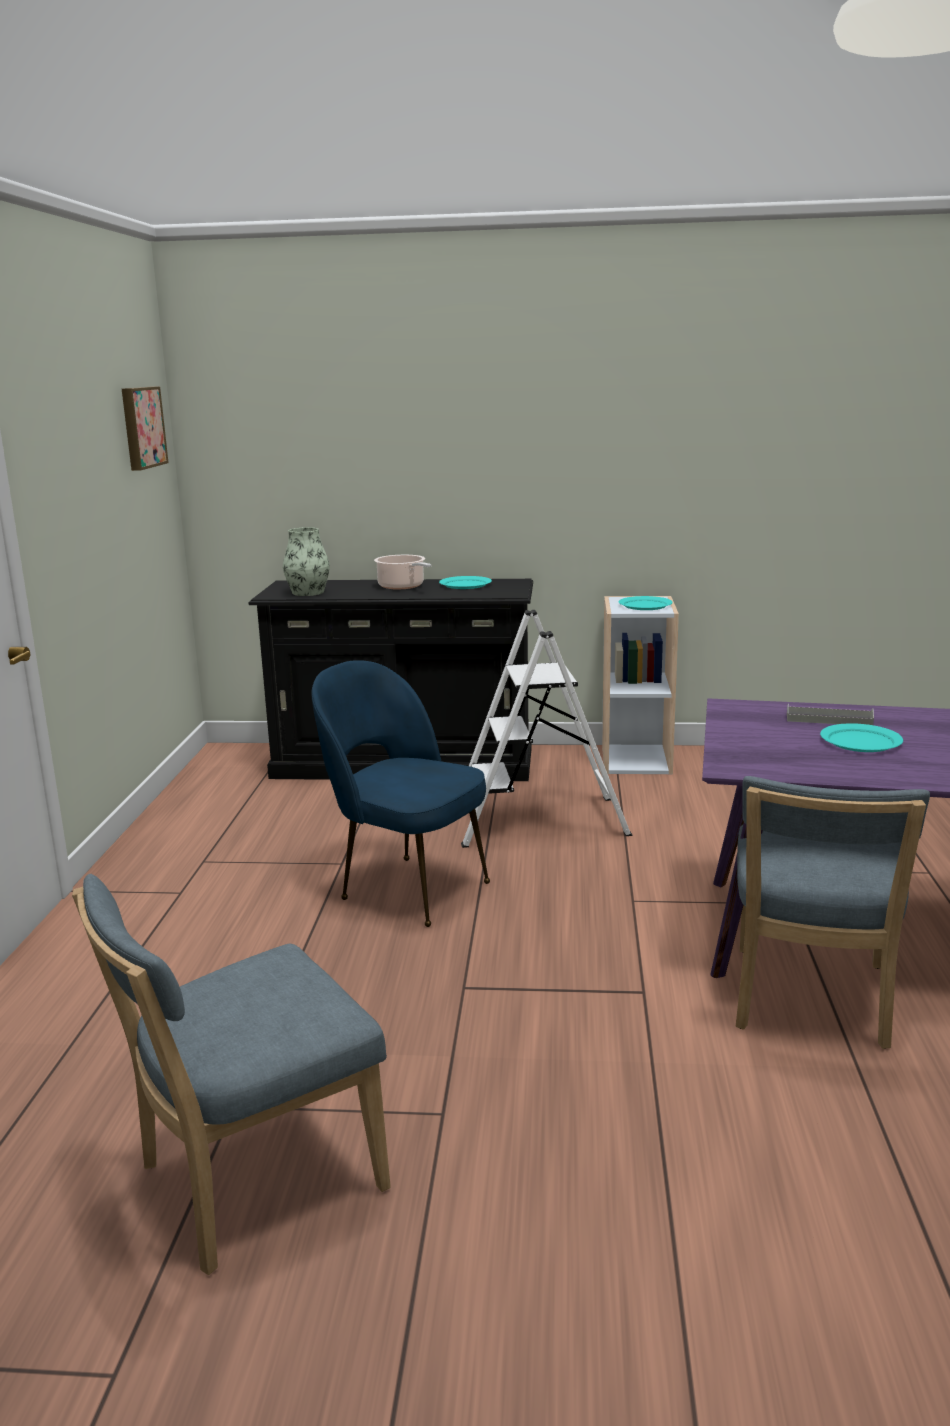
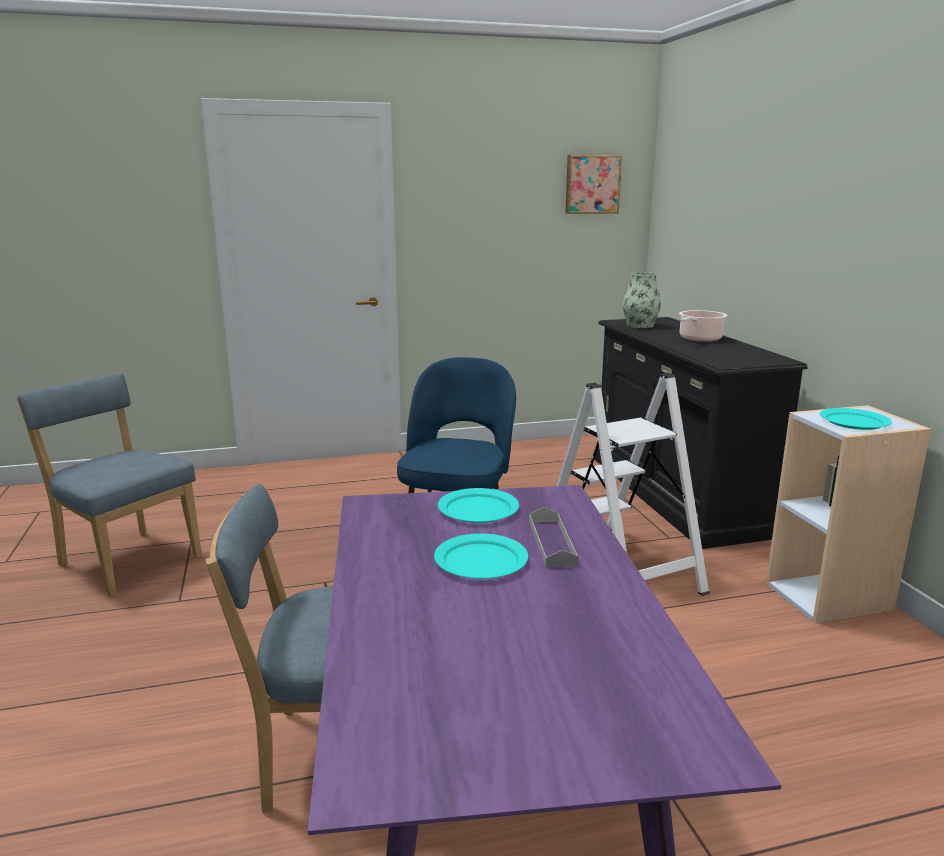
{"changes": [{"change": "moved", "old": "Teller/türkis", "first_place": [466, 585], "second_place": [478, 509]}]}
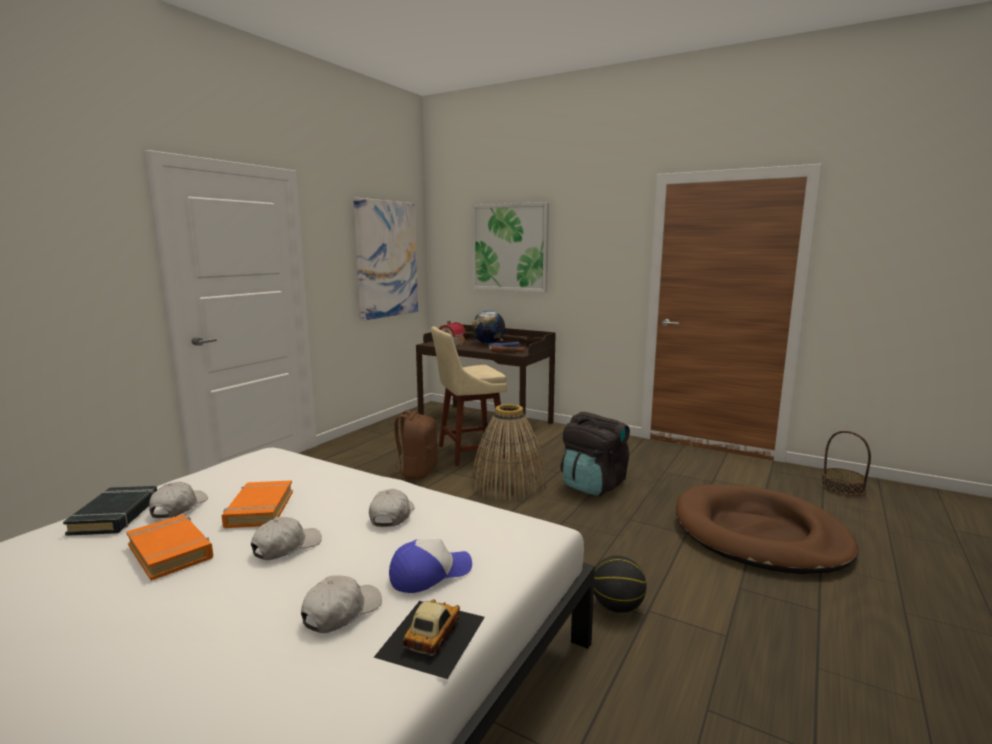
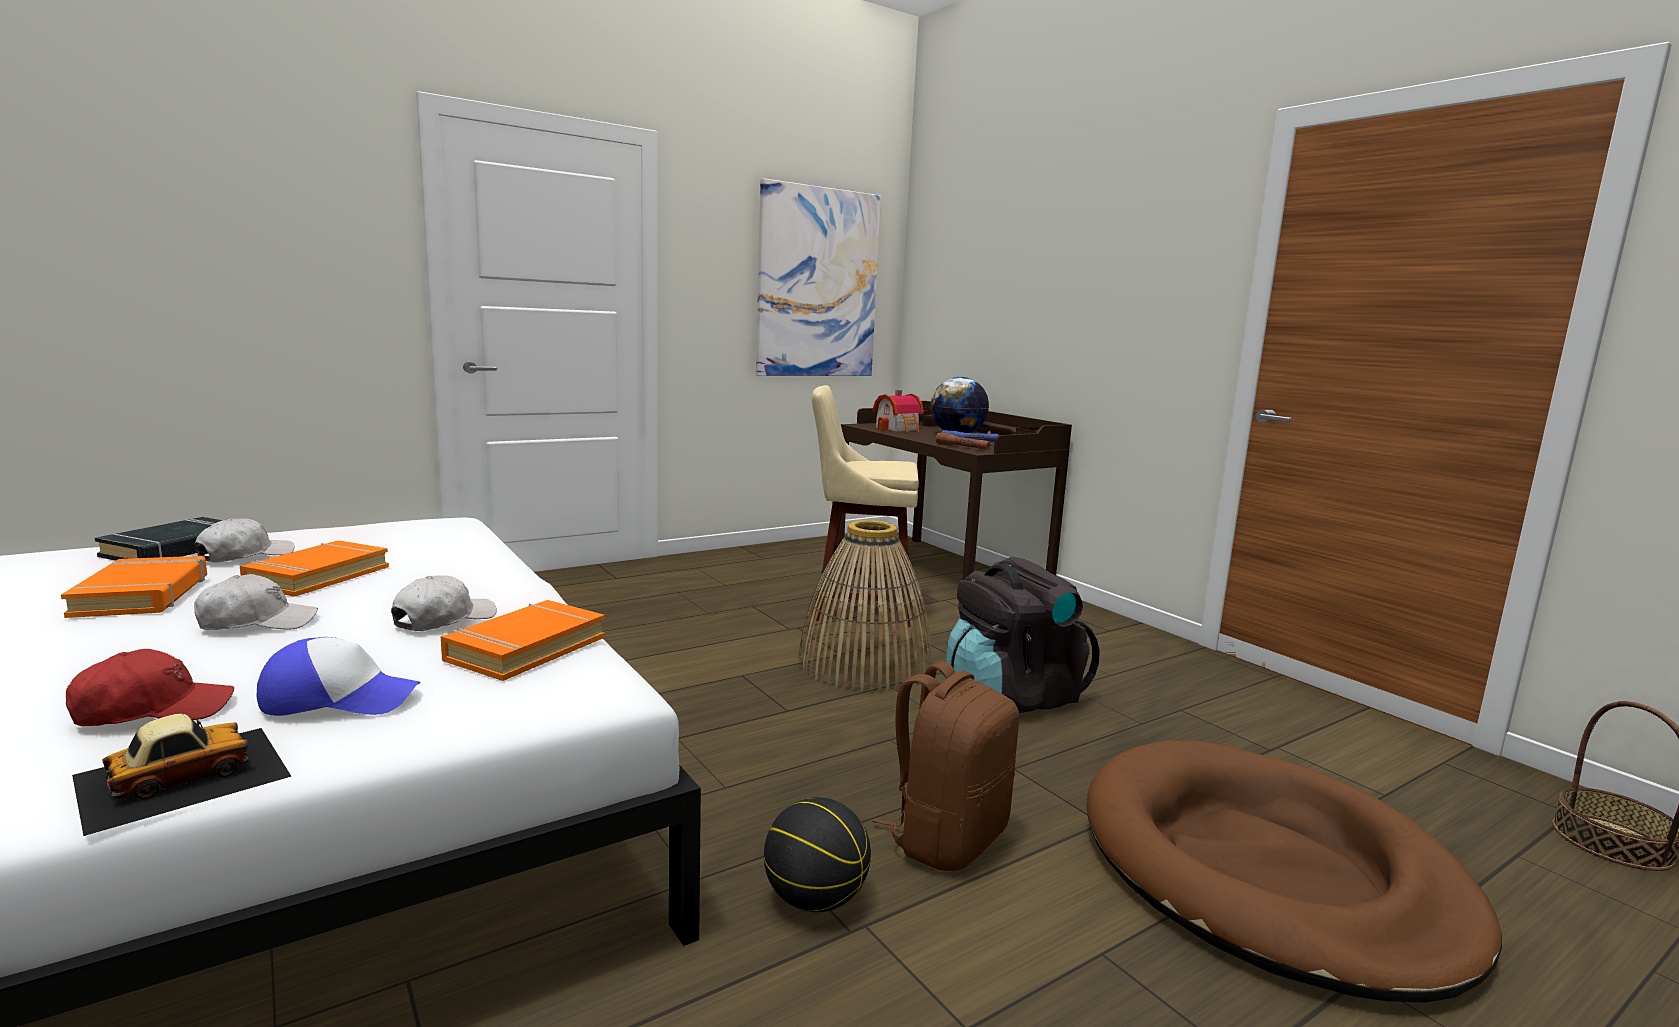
{"changes": [{"change": "removed", "old": "Bild", "first_place": [509, 247]}, {"change": "moved", "old": "Rucksack/braun", "first_place": [417, 472], "second_place": [946, 838]}, {"change": "recoloured", "old": "Kappe/weiß", "new": "Kappe/rot", "first_place": [341, 612], "second_place": [153, 710]}, {"change": "added", "new": "Buch/orange", "second_place": [525, 648]}]}
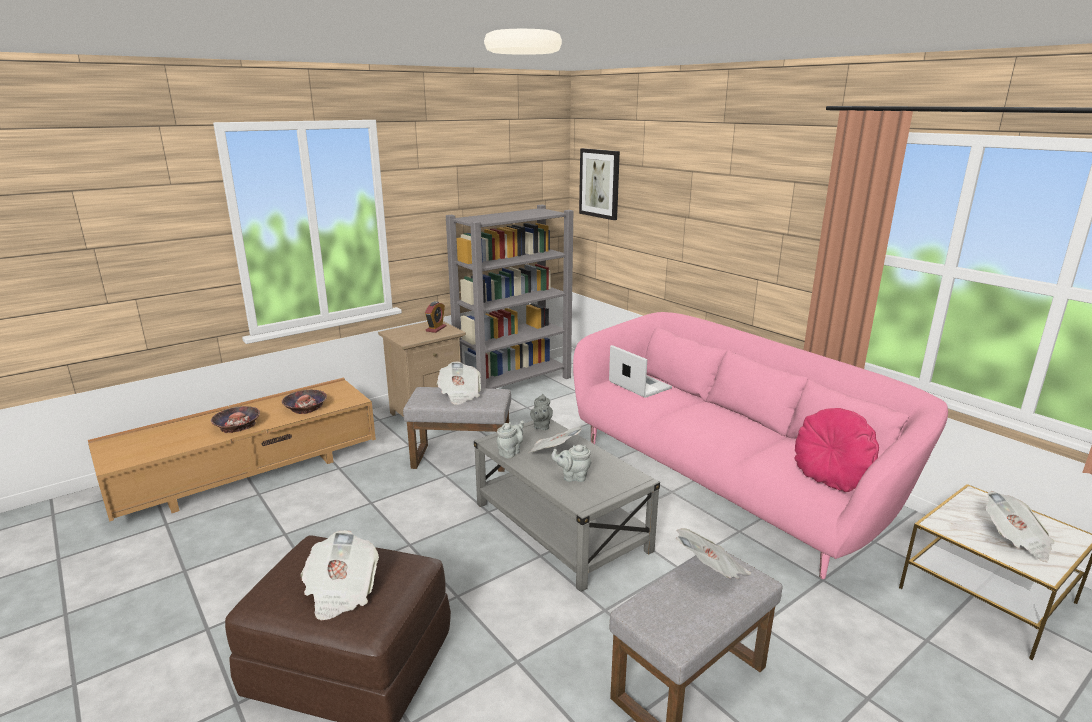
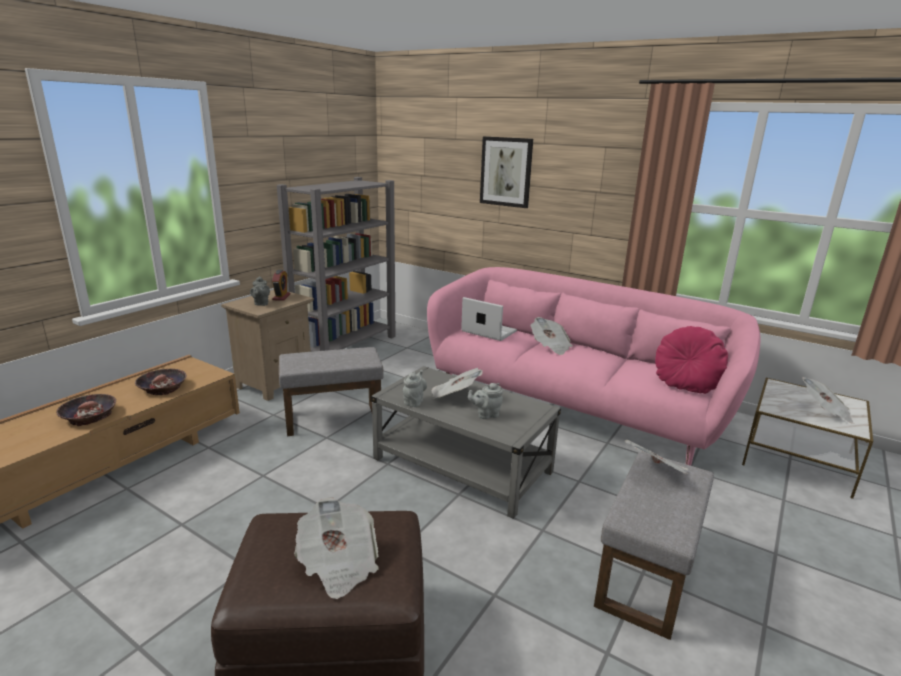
{"changes": [{"change": "moved", "old": "Bild", "first_place": [600, 183], "second_place": [506, 172]}, {"change": "moved", "old": "Zeitung", "first_place": [459, 394], "second_place": [550, 346]}, {"change": "moved", "old": "Teekanne/grau", "first_place": [541, 426], "second_place": [261, 303]}]}
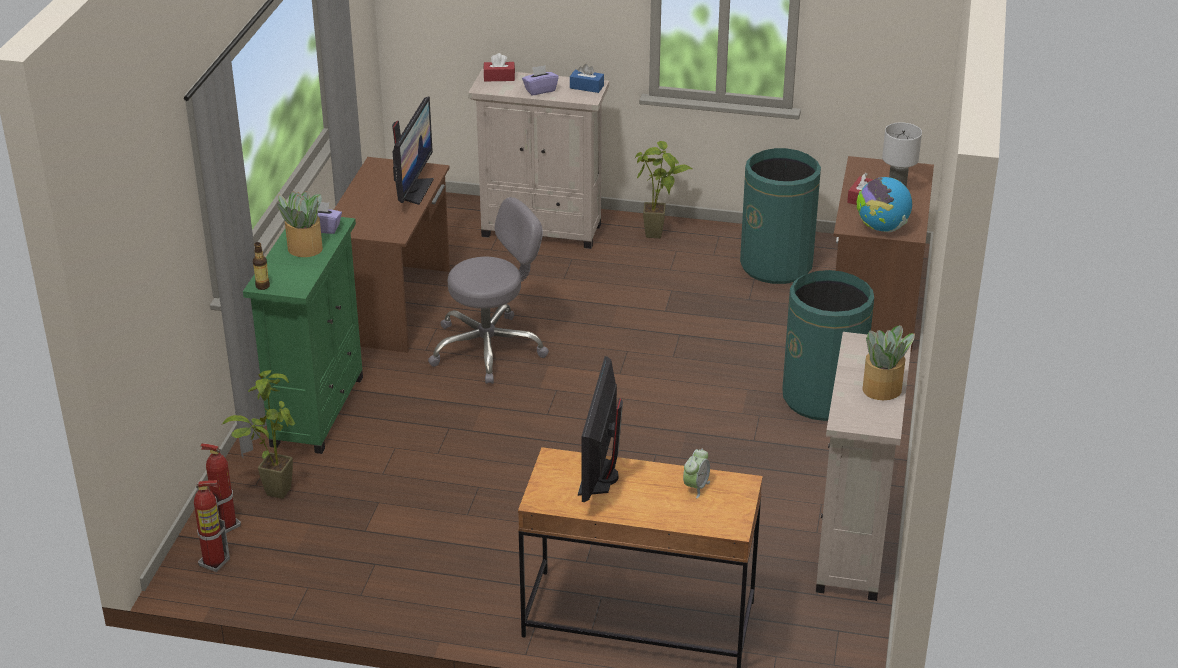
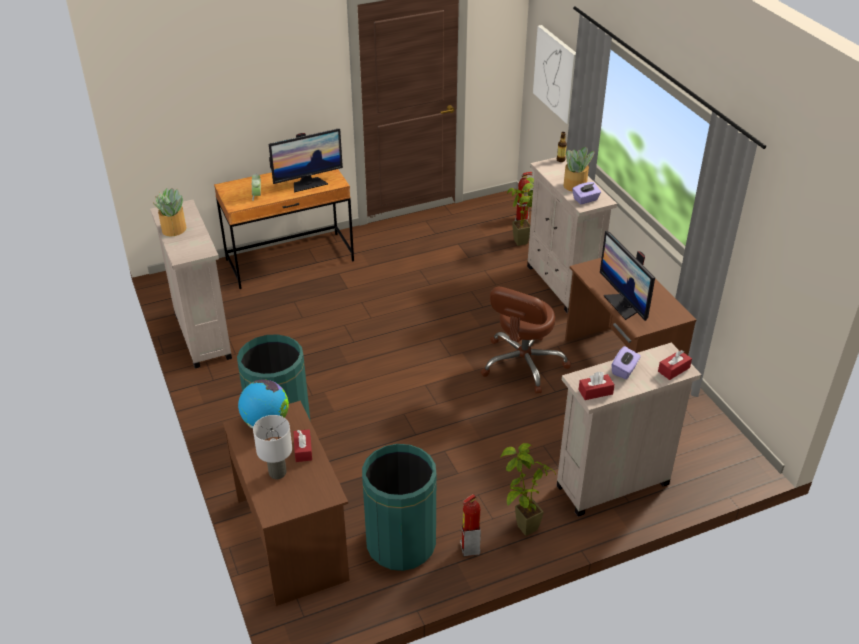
{"changes": [{"change": "recoloured", "old": "Taschentuchbox/blau", "new": "Taschentuchbox/rot", "first_place": [586, 87], "second_place": [595, 392]}, {"change": "recoloured", "old": "Bürostuhl/grau", "new": "Bürostuhl/braun", "first_place": [492, 347], "second_place": [522, 366]}, {"change": "recoloured", "old": "Schrank/grün", "new": "Schrank/beige", "first_place": [316, 410], "second_place": [563, 285]}, {"change": "turned", "old": "Monitor", "first_place": [600, 476], "second_place": [308, 184], "degrees": 90}, {"change": "moved", "old": "Feuerlöscher", "first_place": [215, 563], "second_place": [469, 548]}, {"change": "added", "new": "Bild", "second_place": [556, 74]}]}
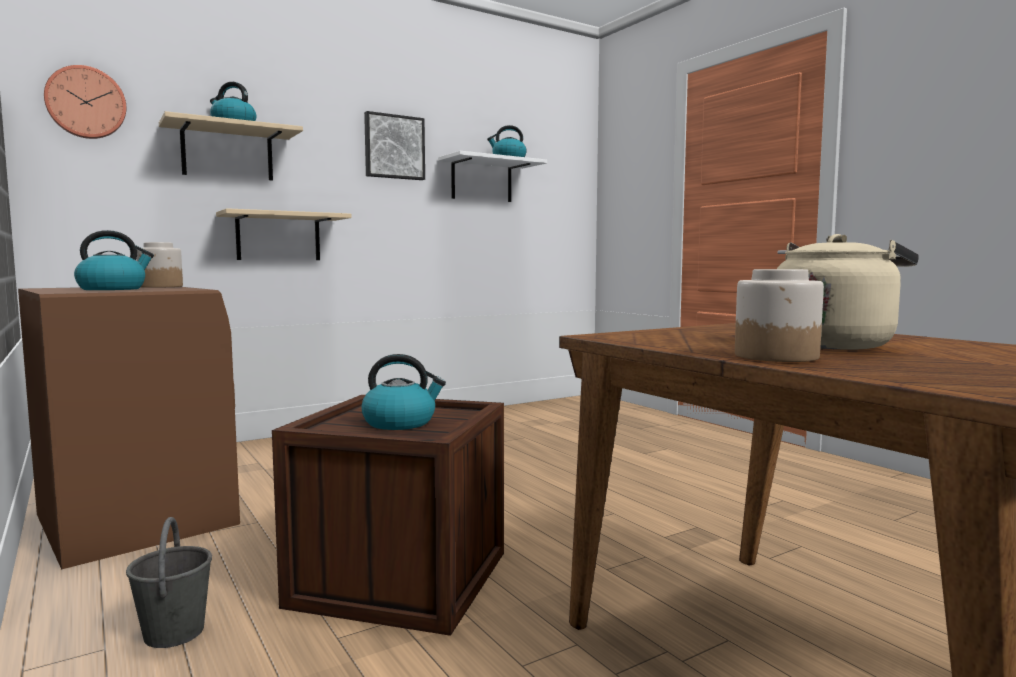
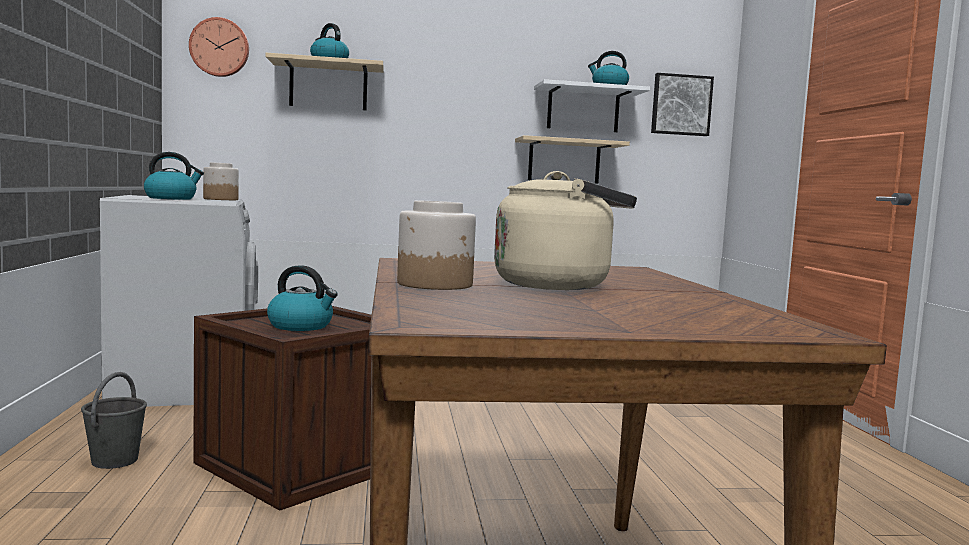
{"changes": [{"change": "moved", "old": "Bild", "first_place": [394, 147], "second_place": [680, 105]}, {"change": "moved", "old": "Wandregal/beige", "first_place": [278, 237], "second_place": [564, 161]}, {"change": "recoloured", "old": "Waschmaschine/braun", "new": "Waschmaschine/weiß", "first_place": [140, 518], "second_place": [186, 386]}]}
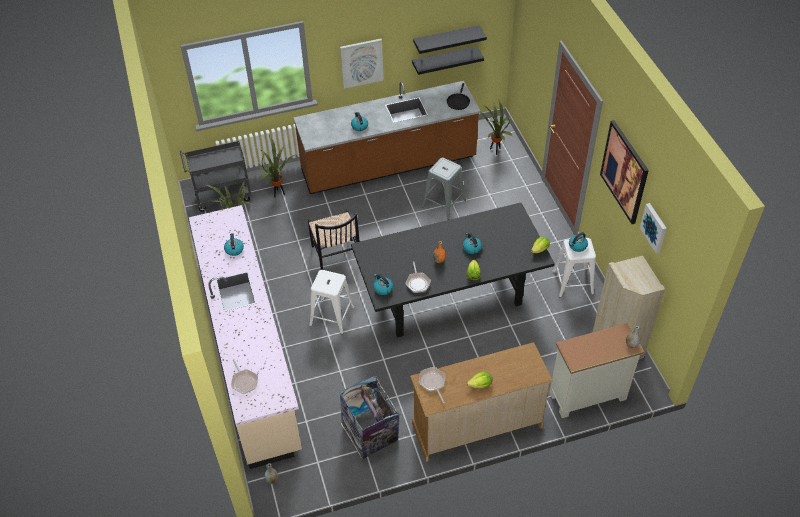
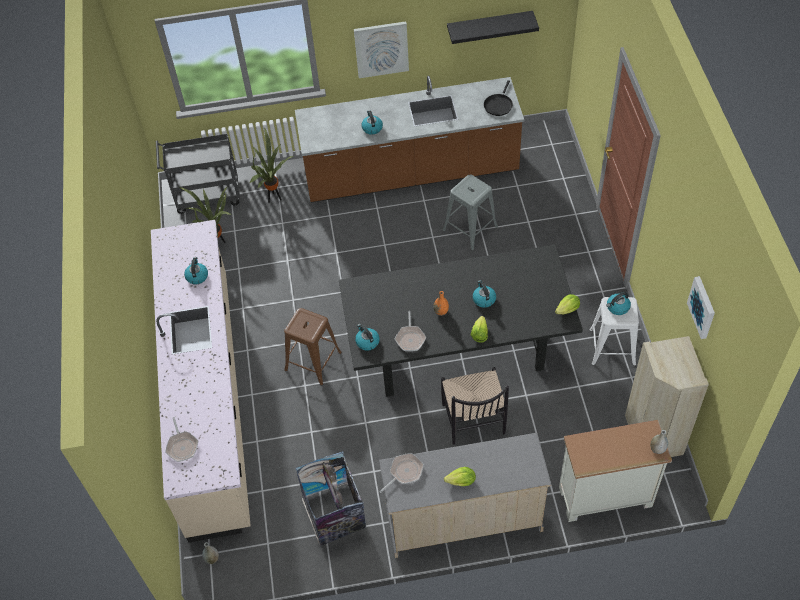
{"changes": [{"change": "removed", "old": "Wandregal/schwarz", "first_place": [444, 60]}, {"change": "removed", "old": "Topfpflanze", "first_place": [495, 151]}, {"change": "removed", "old": "Bild", "first_place": [624, 172]}, {"change": "moved", "old": "Stuhl/schwarz", "first_place": [336, 255], "second_place": [474, 422]}, {"change": "recoloured", "old": "Hocker/weiß", "new": "Hocker/braun", "first_place": [332, 316], "second_place": [313, 361]}, {"change": "recoloured", "old": "Schrank/braun", "new": "Schrank/grau", "first_place": [476, 425], "second_place": [462, 519]}, {"change": "turned", "old": "Pfanne", "first_place": [433, 383], "second_place": [404, 472], "degrees": 60}]}
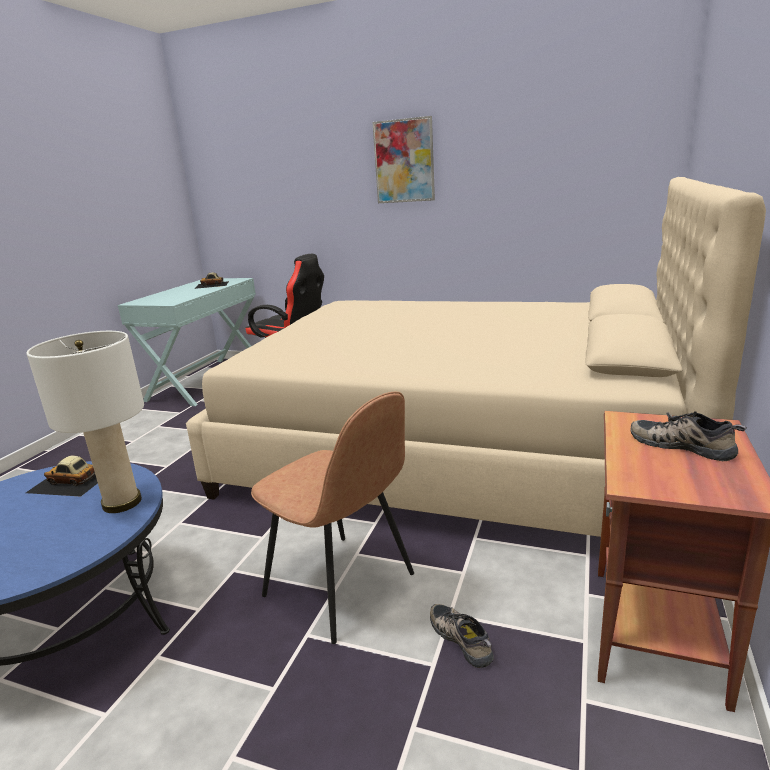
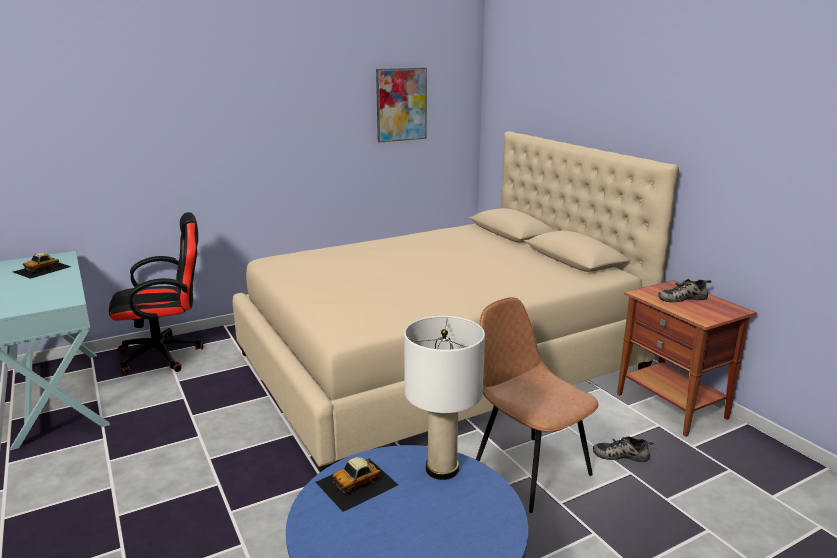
{"changes": [{"change": "moved", "old": "Bild", "first_place": [404, 161], "second_place": [401, 104]}, {"change": "turned", "old": "Stuhl/braun", "first_place": [342, 586], "second_place": [529, 471], "degrees": -120}]}
